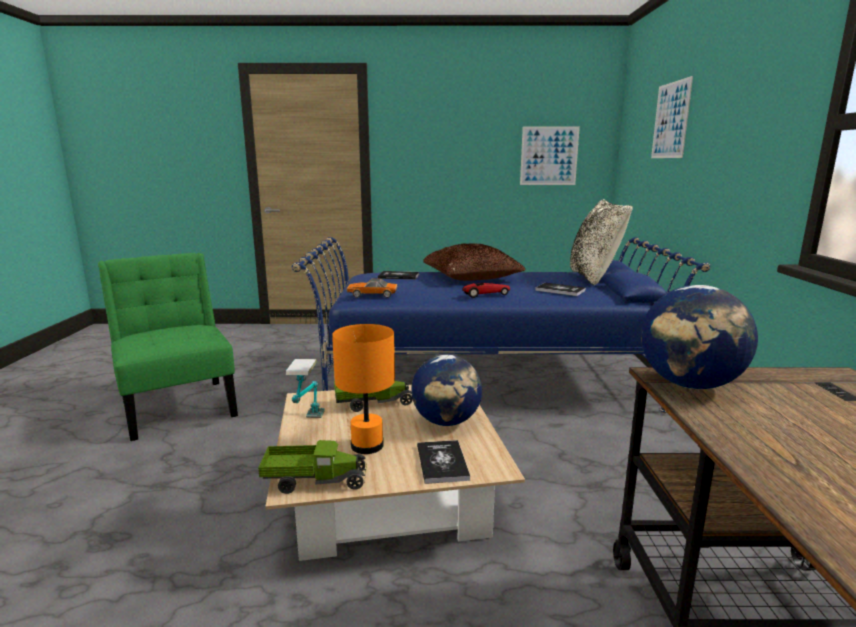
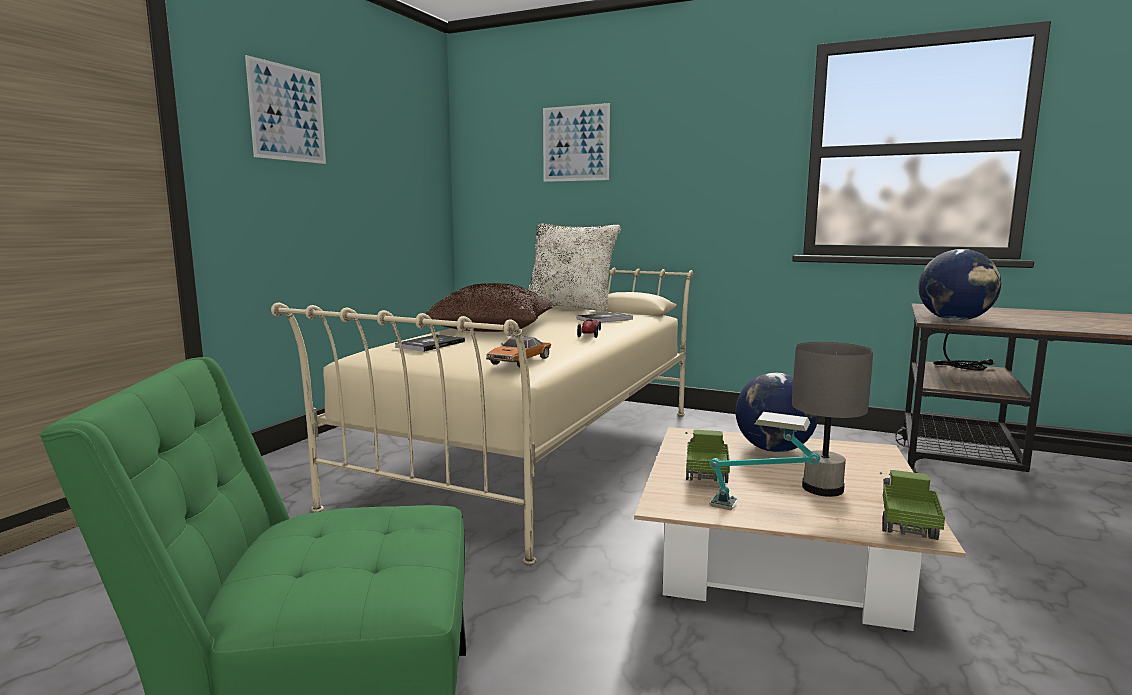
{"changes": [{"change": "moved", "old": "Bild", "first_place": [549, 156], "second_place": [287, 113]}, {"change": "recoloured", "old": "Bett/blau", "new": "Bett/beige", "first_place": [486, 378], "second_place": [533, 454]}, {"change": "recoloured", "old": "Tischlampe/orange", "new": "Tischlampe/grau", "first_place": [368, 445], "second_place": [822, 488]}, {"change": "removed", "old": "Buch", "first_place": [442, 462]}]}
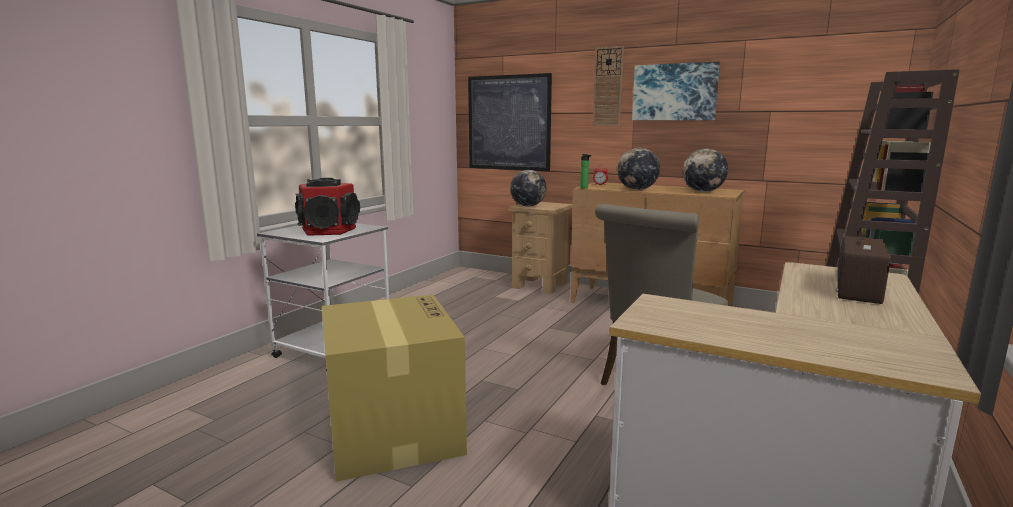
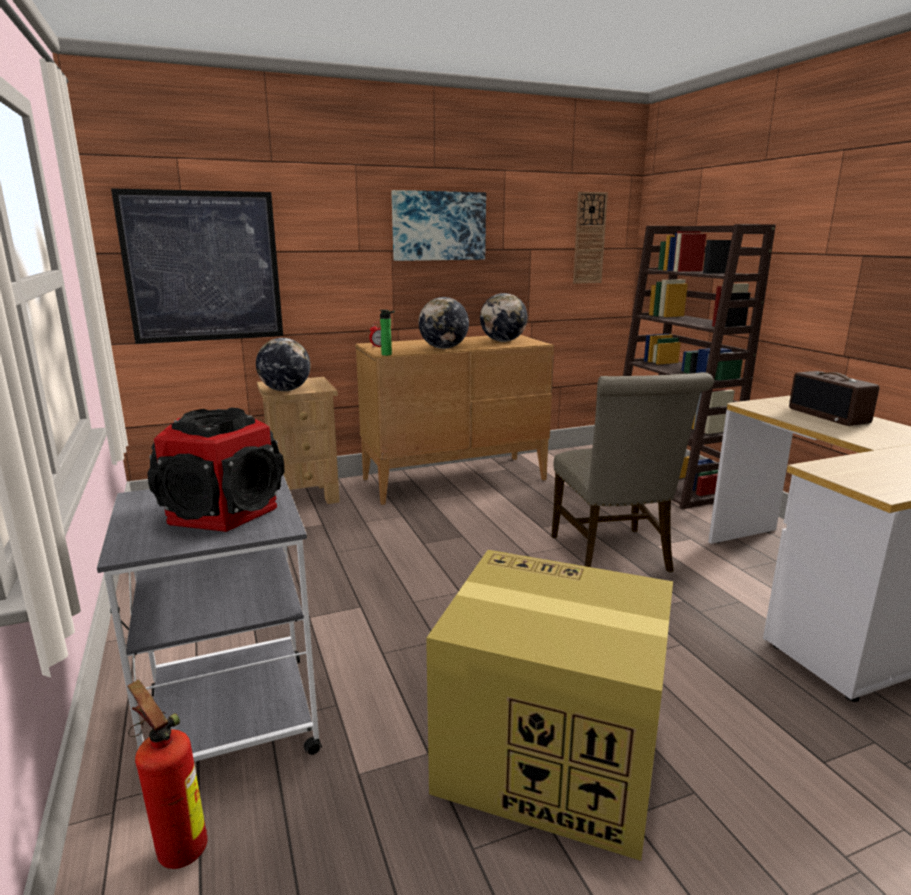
{"changes": [{"change": "moved", "old": "Wanduhr", "first_place": [608, 87], "second_place": [589, 238]}, {"change": "added", "new": "Feuerlöscher", "second_place": [179, 846]}]}
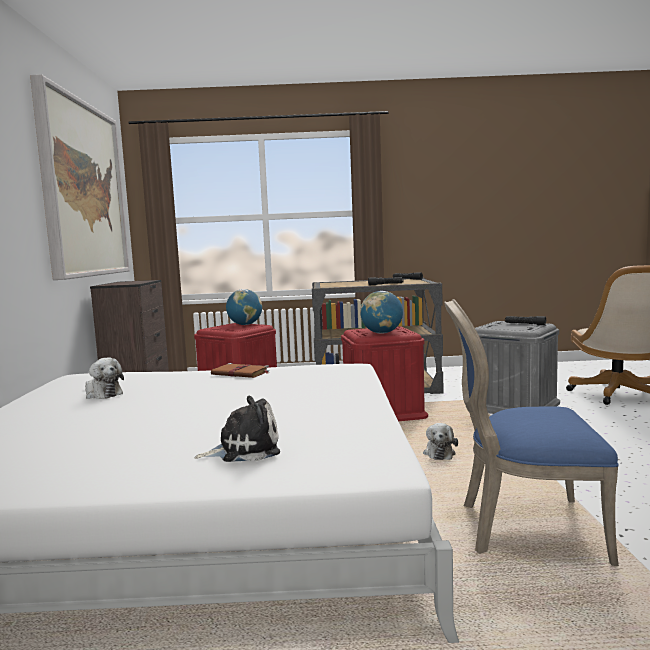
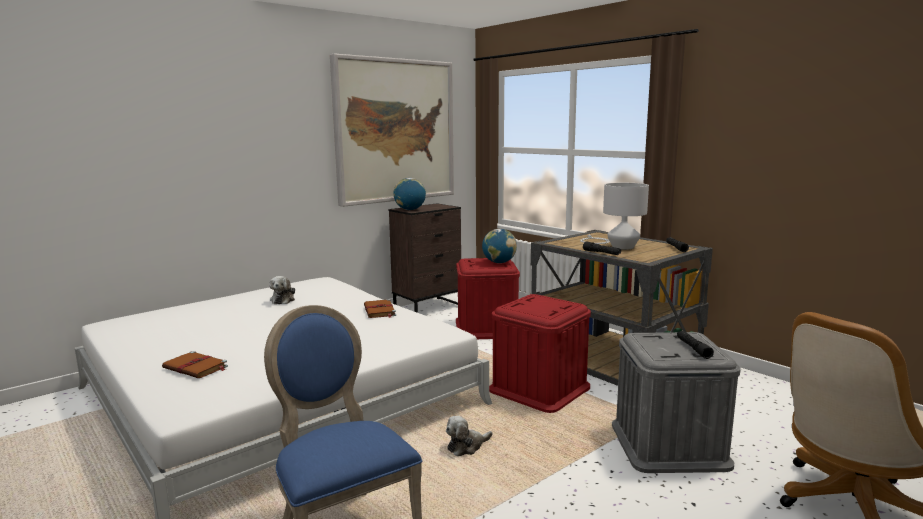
{"changes": [{"change": "moved", "old": "Globus", "first_place": [382, 333], "second_place": [410, 210]}, {"change": "replaced", "old": "Plüschtier", "new": "Buch/braun", "first_place": [244, 449], "second_place": [196, 367]}, {"change": "added", "new": "Tischlampe/grau", "second_place": [611, 245]}]}
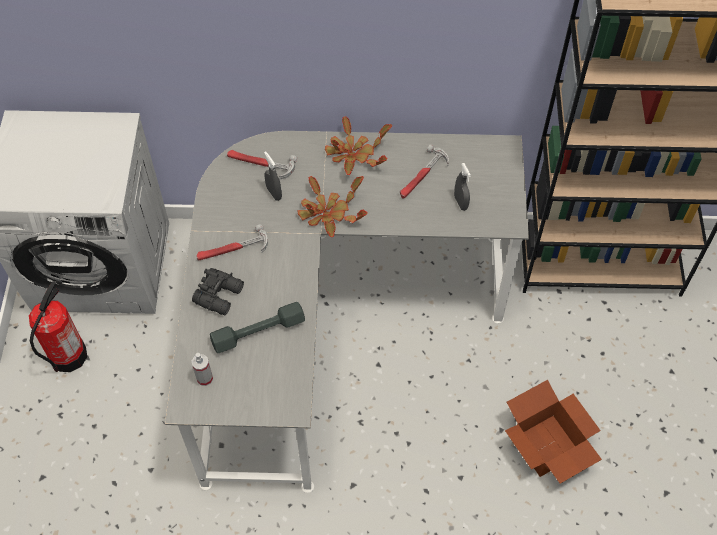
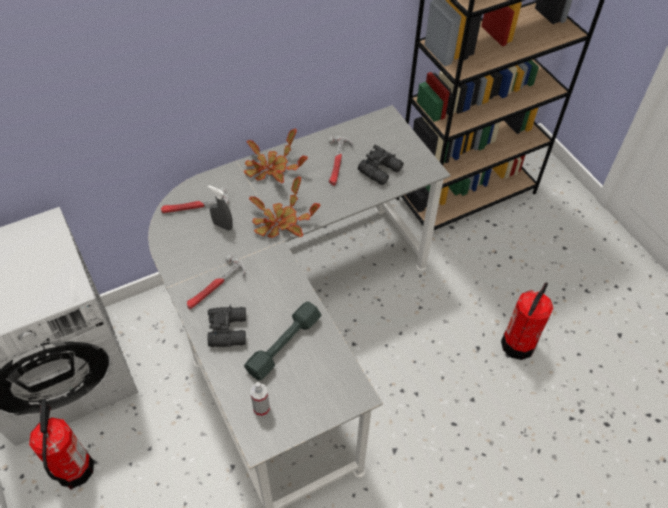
{"changes": [{"change": "replaced", "old": "Sprühflasche/grau", "new": "Fernglas/schwarz", "first_place": [460, 202], "second_place": [381, 170]}, {"change": "replaced", "old": "Karton", "new": "Feuerlöscher", "first_place": [546, 447], "second_place": [518, 344]}]}
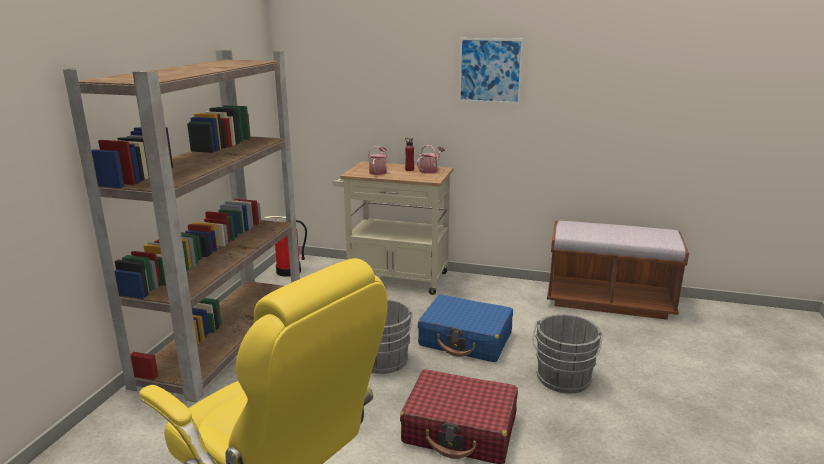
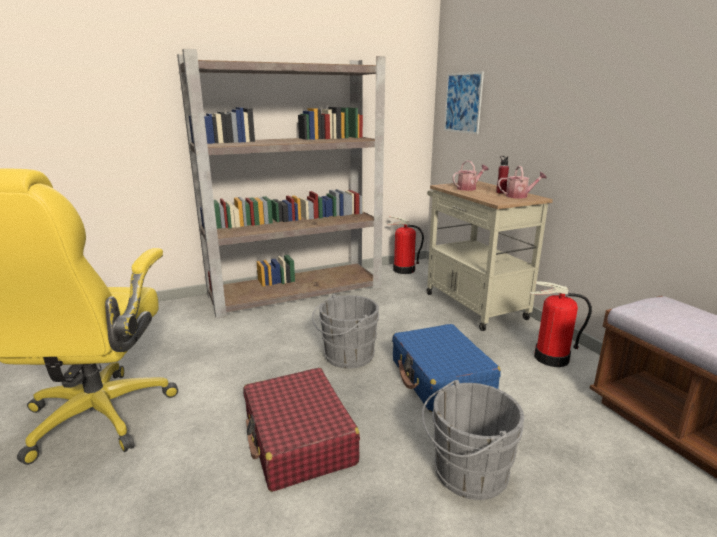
{"changes": [{"change": "moved", "old": "Bild", "first_place": [490, 70], "second_place": [463, 103]}, {"change": "added", "new": "Feuerlöscher", "second_place": [551, 358]}]}
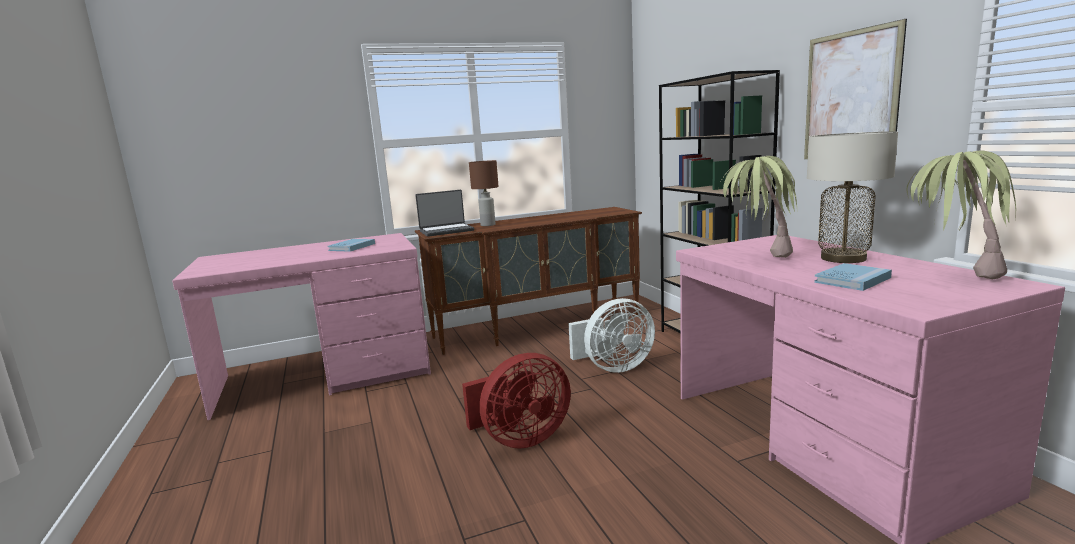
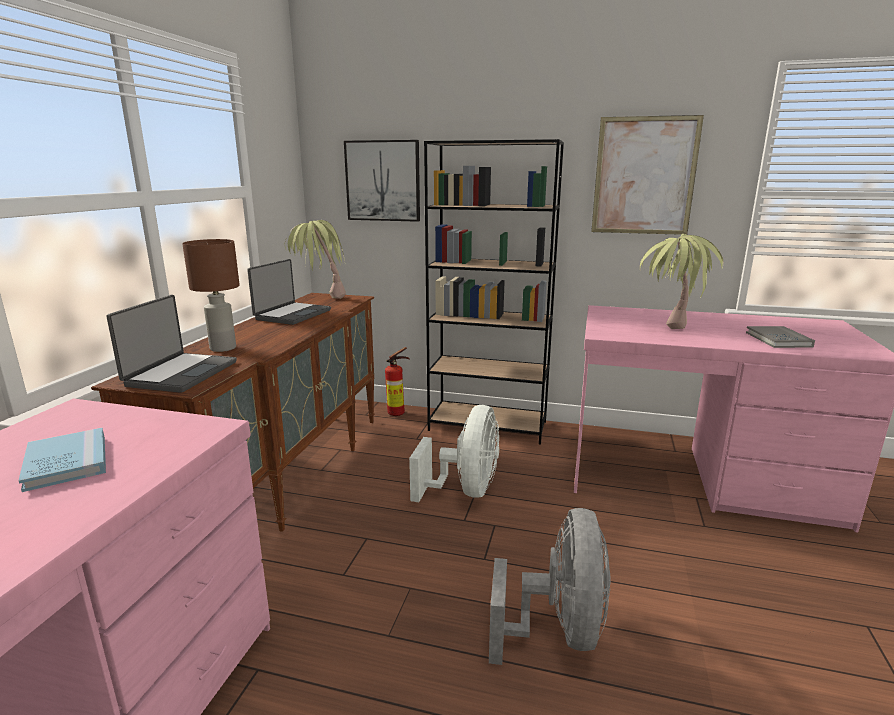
{"changes": [{"change": "removed", "old": "Tischlampe", "first_place": [843, 258]}, {"change": "moved", "old": "Topfpflanze", "first_place": [952, 277], "second_place": [320, 300]}, {"change": "recoloured", "old": "Buch/blau", "new": "Buch/grau", "first_place": [852, 280], "second_place": [778, 339]}, {"change": "recoloured", "old": "Ventilator/rot", "new": "Ventilator/grau", "first_place": [520, 439], "second_place": [558, 630]}, {"change": "added", "new": "Bild", "second_place": [383, 181]}, {"change": "added", "new": "Laptop", "second_place": [292, 314]}, {"change": "added", "new": "Feuerlöscher", "second_place": [398, 413]}]}
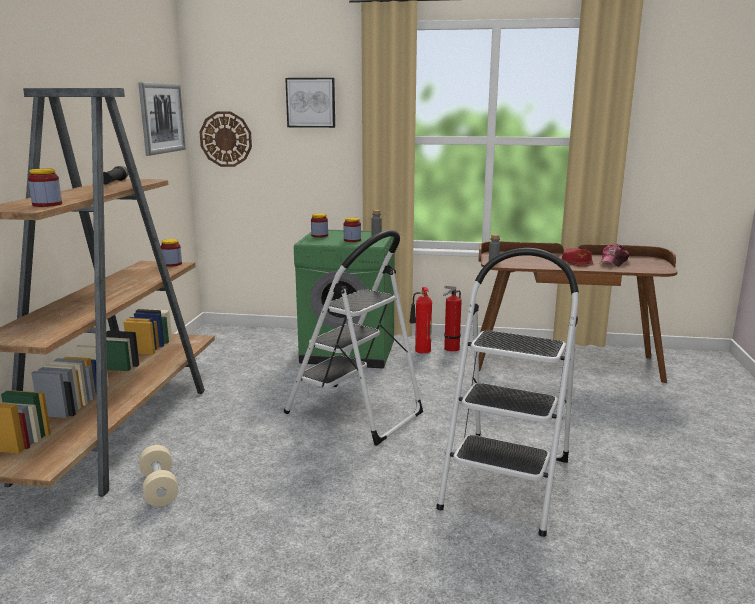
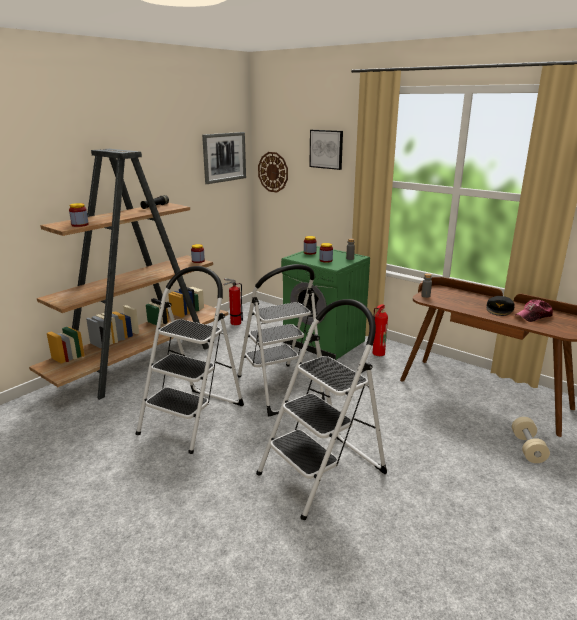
{"changes": [{"change": "recoloured", "old": "Kappe/rot", "new": "Kappe/schwarz", "first_place": [577, 261], "second_place": [500, 309]}, {"change": "moved", "old": "Feuerlöscher", "first_place": [450, 349], "second_place": [234, 323]}, {"change": "moved", "old": "Hantel/beige", "first_place": [159, 488], "second_place": [527, 448]}, {"change": "added", "new": "Trittleiter", "second_place": [195, 418]}]}
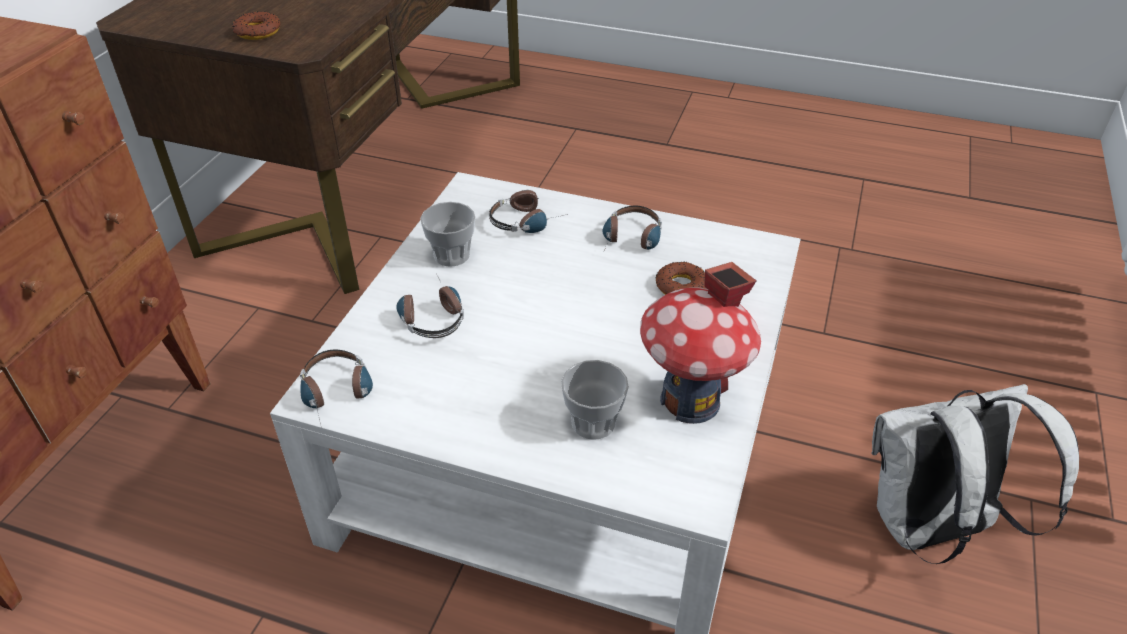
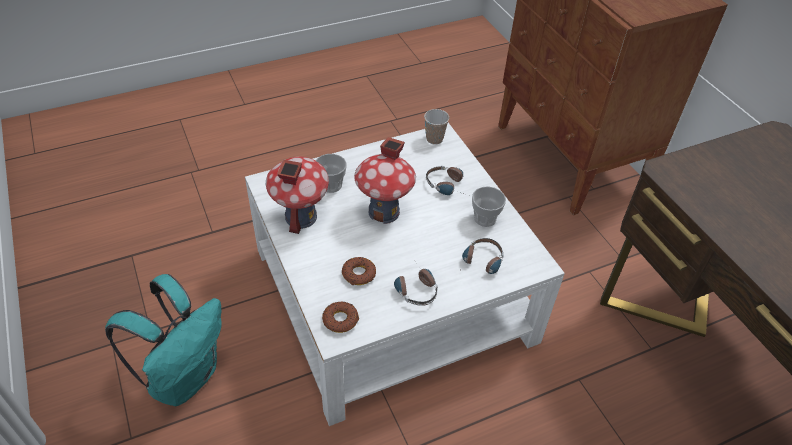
{"changes": [{"change": "moved", "old": "Donut", "first_place": [257, 32], "second_place": [340, 320]}, {"change": "replaced", "old": "Kopfhörer", "new": "Tasse", "first_place": [338, 396], "second_place": [434, 139]}, {"change": "recoloured", "old": "Rucksack/weiß", "new": "Rucksack/türkis", "first_place": [929, 529], "second_place": [185, 376]}, {"change": "added", "new": "Spielzeughaus", "second_place": [384, 212]}]}
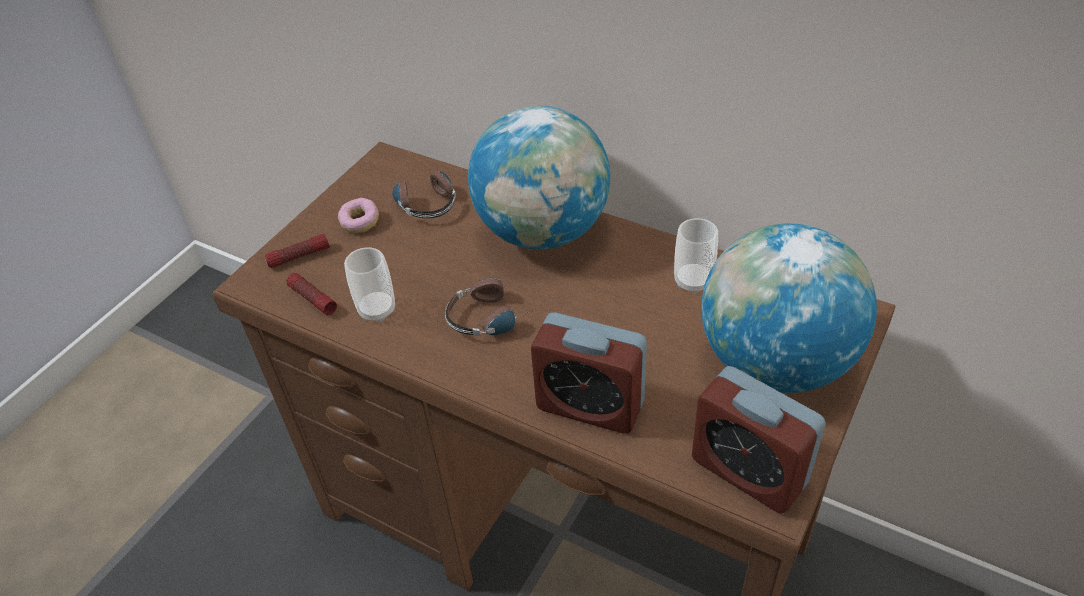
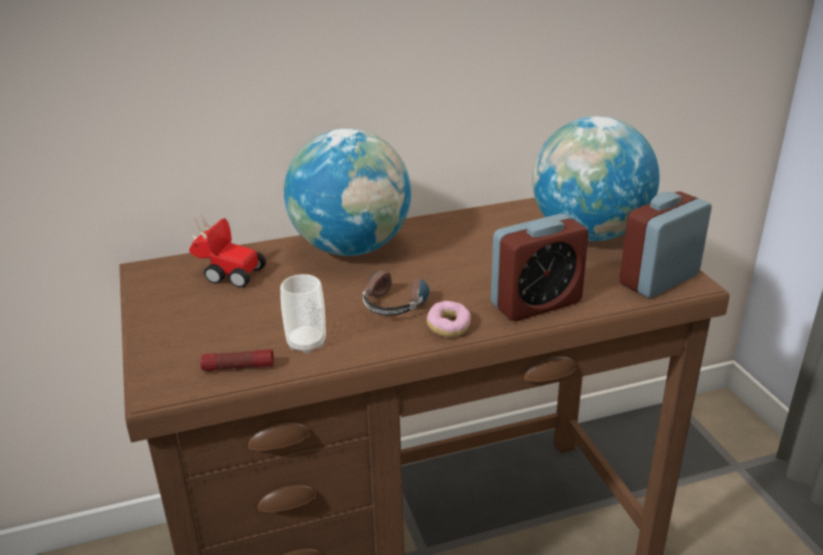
{"changes": [{"change": "replaced", "old": "Kopfhörer", "new": "Spielzeugauto", "first_place": [424, 199], "second_place": [227, 274]}, {"change": "moved", "old": "Donut", "first_place": [360, 222], "second_place": [448, 327]}, {"change": "removed", "old": "Tasse", "first_place": [693, 282]}, {"change": "removed", "old": "Taschenlampe", "first_place": [299, 257]}, {"change": "turned", "old": "Wecker", "first_place": [748, 471], "second_place": [659, 279], "degrees": 150}]}
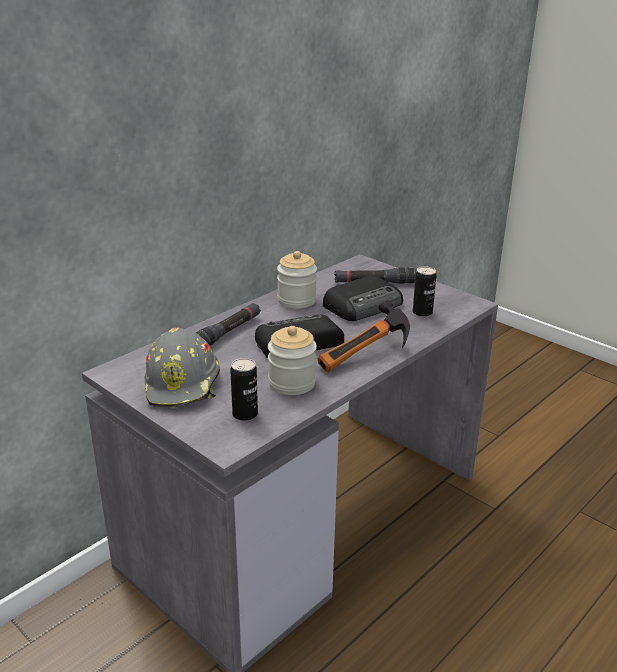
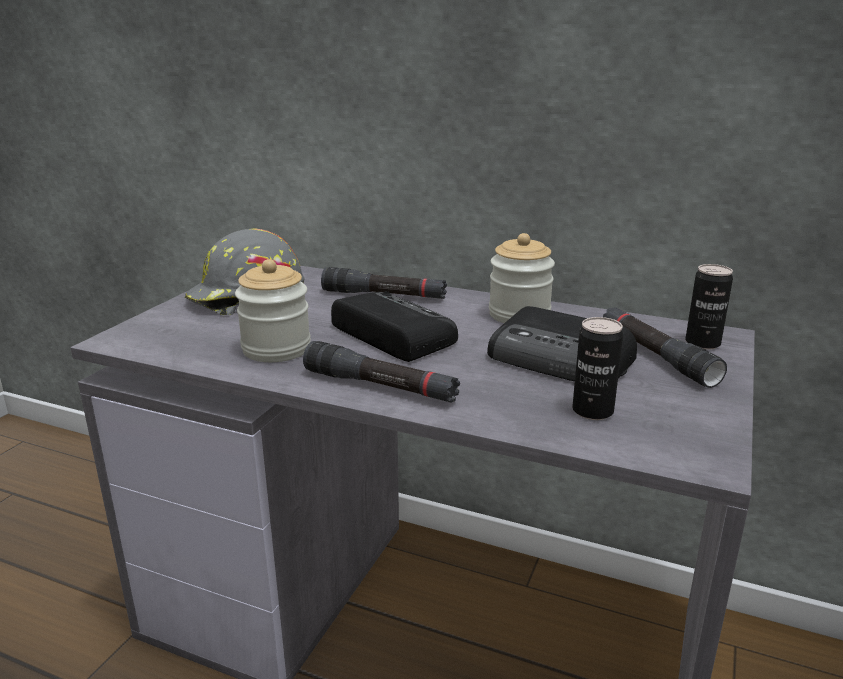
{"changes": [{"change": "replaced", "old": "Hammer", "new": "Taschenlampe/schwarz", "first_place": [367, 358], "second_place": [380, 386]}, {"change": "moved", "old": "Dose", "first_place": [245, 414], "second_place": [702, 343]}]}
